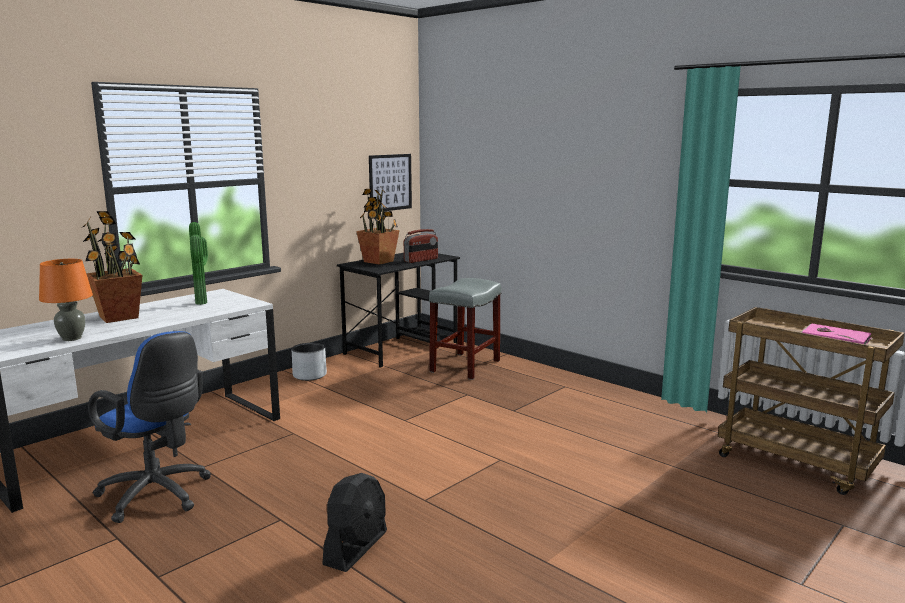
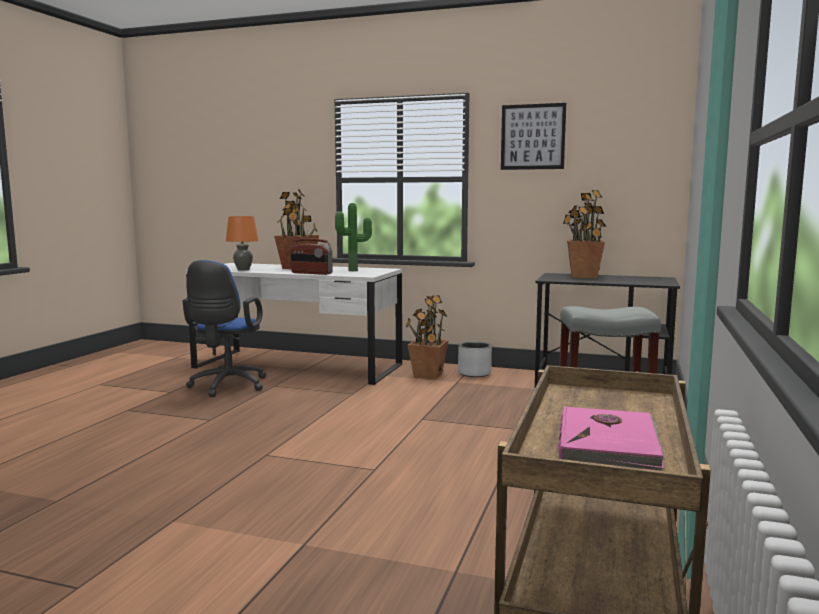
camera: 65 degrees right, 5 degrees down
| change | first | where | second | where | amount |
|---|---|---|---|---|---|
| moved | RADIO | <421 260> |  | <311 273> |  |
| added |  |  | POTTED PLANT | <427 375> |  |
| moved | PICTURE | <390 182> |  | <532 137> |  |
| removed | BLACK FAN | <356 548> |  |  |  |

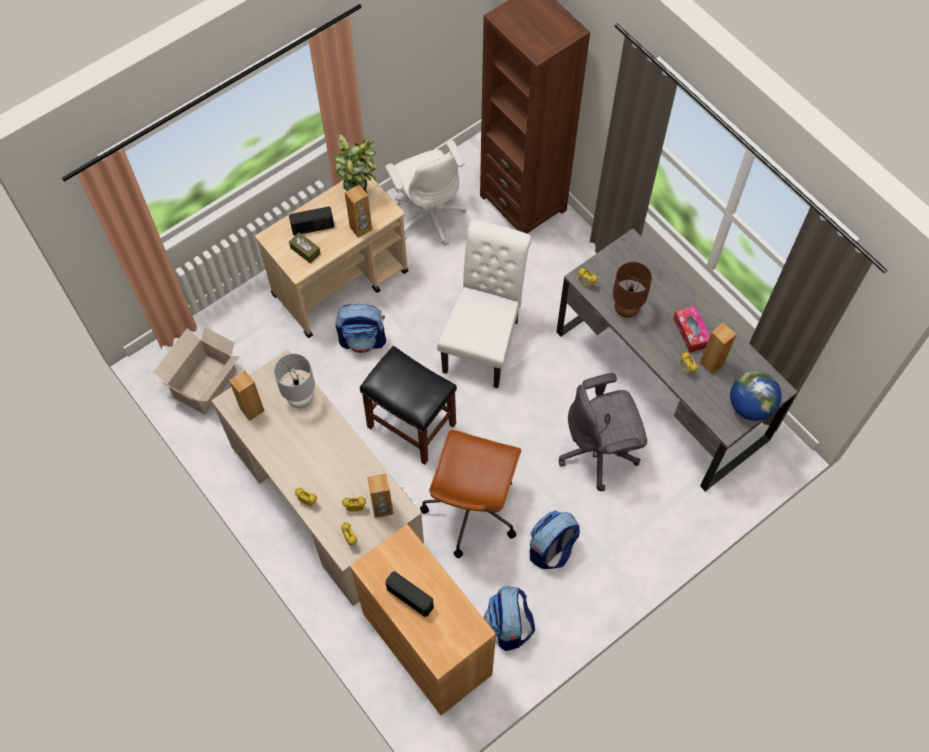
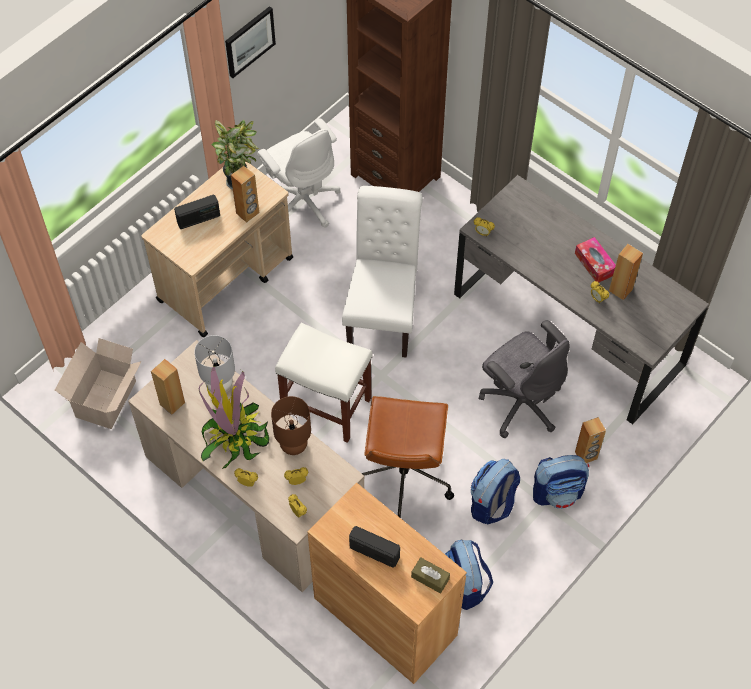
camera: 10 degrees left, 5 degrees down
| change | first | where | second | where | amount |
|---|---|---|---|---|---|
| added |  |  | POTTED PLANT | <234 436> |  |
| added |  |  | PICTURE | <249 41> |  |
| moved | BROWN TABLE LAMP | <626 309> |  | <293 446> |  |
| recoloured | BLACK STOOL | <413 425> | WHITE STOOL | <328 406> |  |
| moved | BROWN TISSUE BOX | <305 251> |  | <430 578> |  |
| turned | GREY OFFICE CHAIR | <599 452> |  | <520 403> | 105 degrees counterclockwise |
| moved | BACKPACK | <363 340> |  | <557 492> |  |
| moved | BROWN SPEAKER | <382 508> |  | <586 455> |  |
| removed | GLOBE | <750 406> |  |  |  |

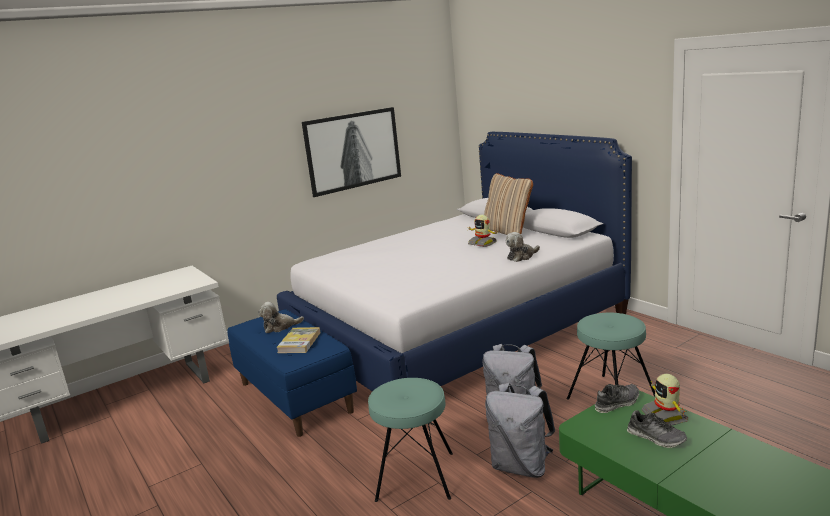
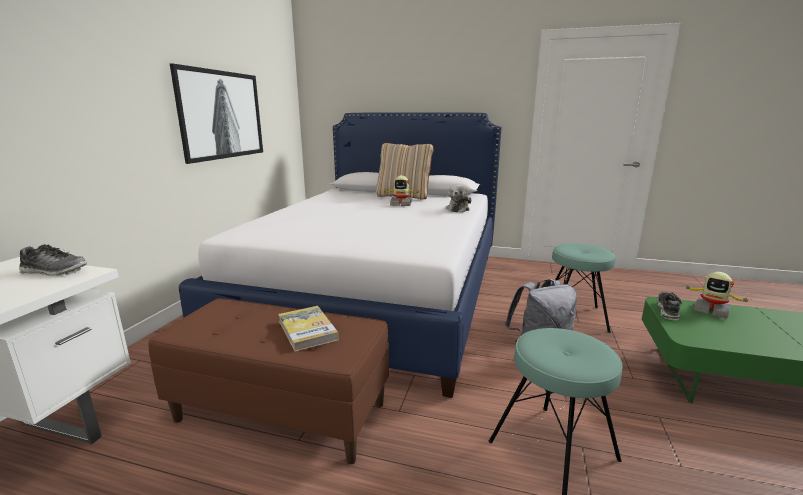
camera: 40 degrees left, 0 degrees up
| change | first | where | second | where | amount |
|---|---|---|---|---|---|
| moved | SHOE | <656 438> |  | <54 271> |  |
| recoloured | BLUE BENCH | <296 397> | BROWN BENCH | <282 411> |  |
| removed | PLUSH TOY | <280 327> |  |  |  |
| removed | GREY BACKPACK | <521 466> |  |  |  |

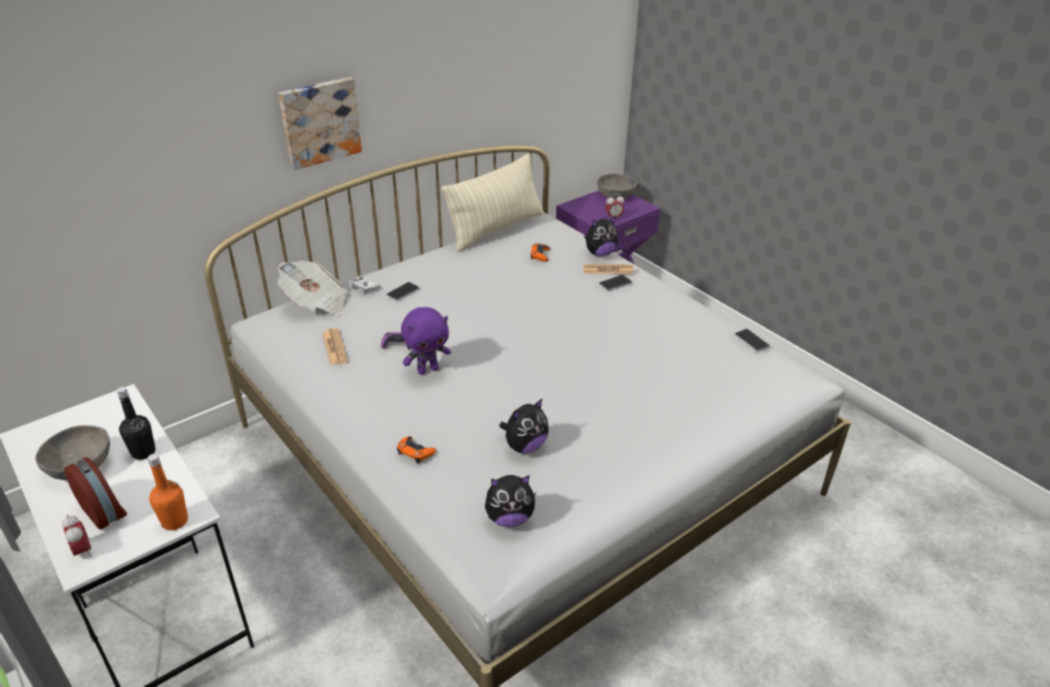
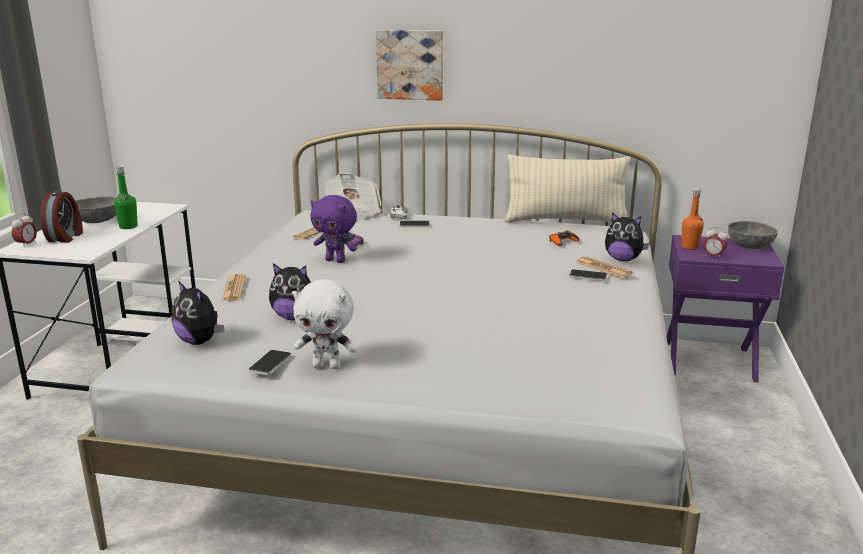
camera: 50 degrees right, 15 degrees down
| change | first | where | second | where | amount |
|---|---|---|---|---|---|
| recoloured | BLACK BOTTLE | <143 452> | GREEN BOTTLE | <128 226> |  |
| replaced | ORANGE GAME CONTROLLER | <415 452> | NEWSPAPER | <234 289> |  |
| moved | PHONE | <751 341> |  | <270 363> |  |
| added |  |  | WHITE PLUSH TOY | <327 366> |  |
| moved | ORANGE BOTTLE | <175 521> |  | <689 247> |  |

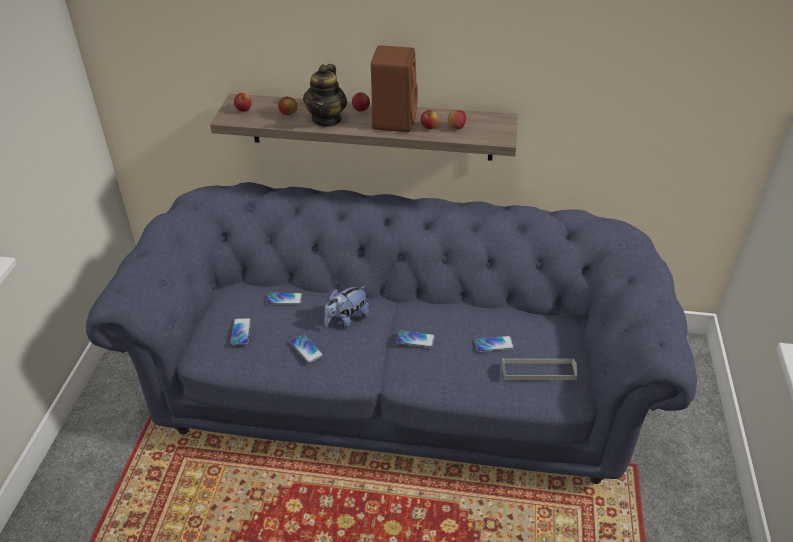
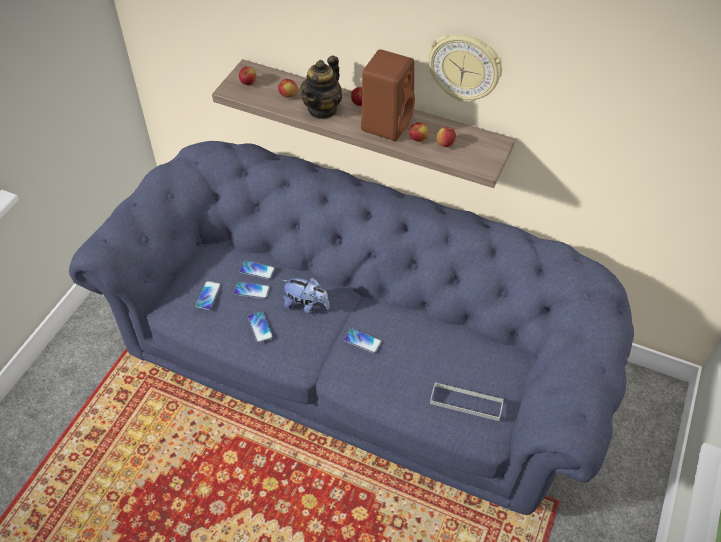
camera: 15 degrees right, 10 degrees up
| change | first | where | second | where | amount |
|---|---|---|---|---|---|
| moved | PHONE | <494 344> |  | <252 290> |  |
| turned | PLUSH TOY | <346 320> |  | <306 305> | 135 degrees counterclockwise |
| added |  |  | WALL CLOCK | <465 67> |  |

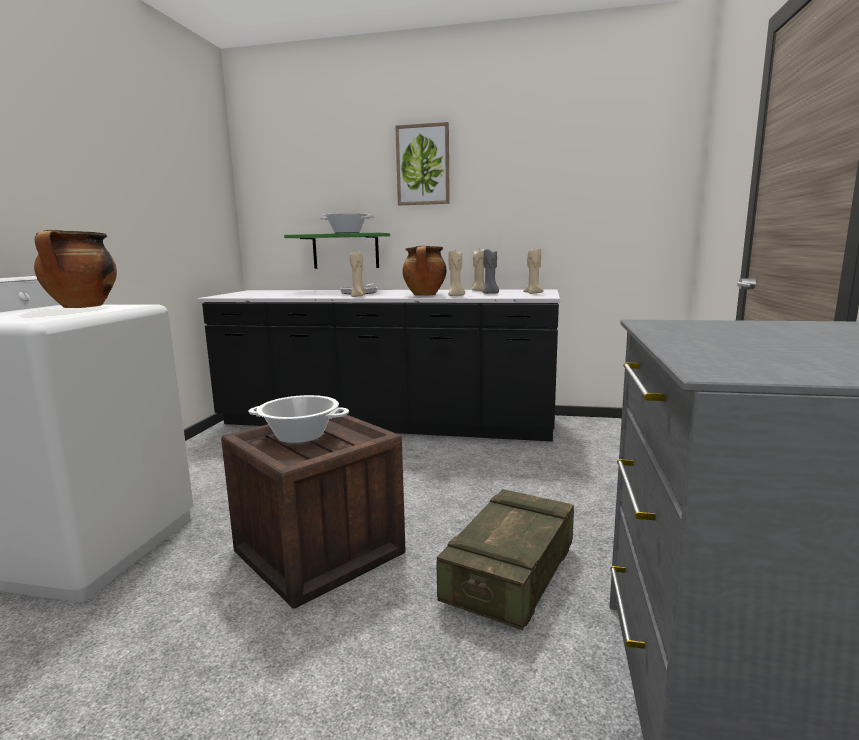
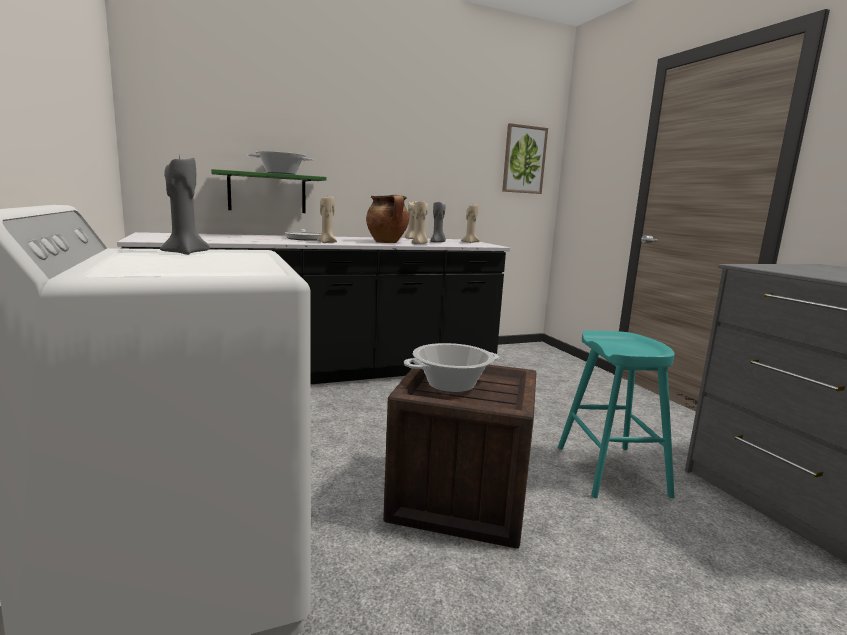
camera: 35 degrees left, 0 degrees up
| change | first | where | second | where | amount |
|---|---|---|---|---|---|
| replaced | COOKING POT | <82 307> | GREY CANDLE | <184 253> |  |
| moved | PICTURE | <423 165> |  | <524 159> |  |
| replaced | CRATE | <510 576> | TURQUOISE STOOL | <610 470> |  |

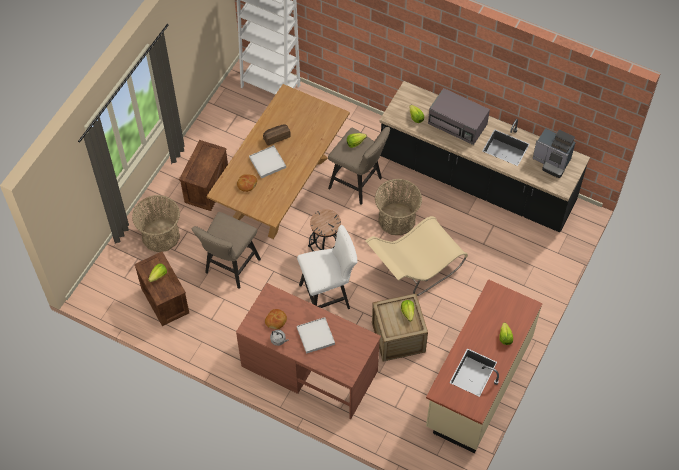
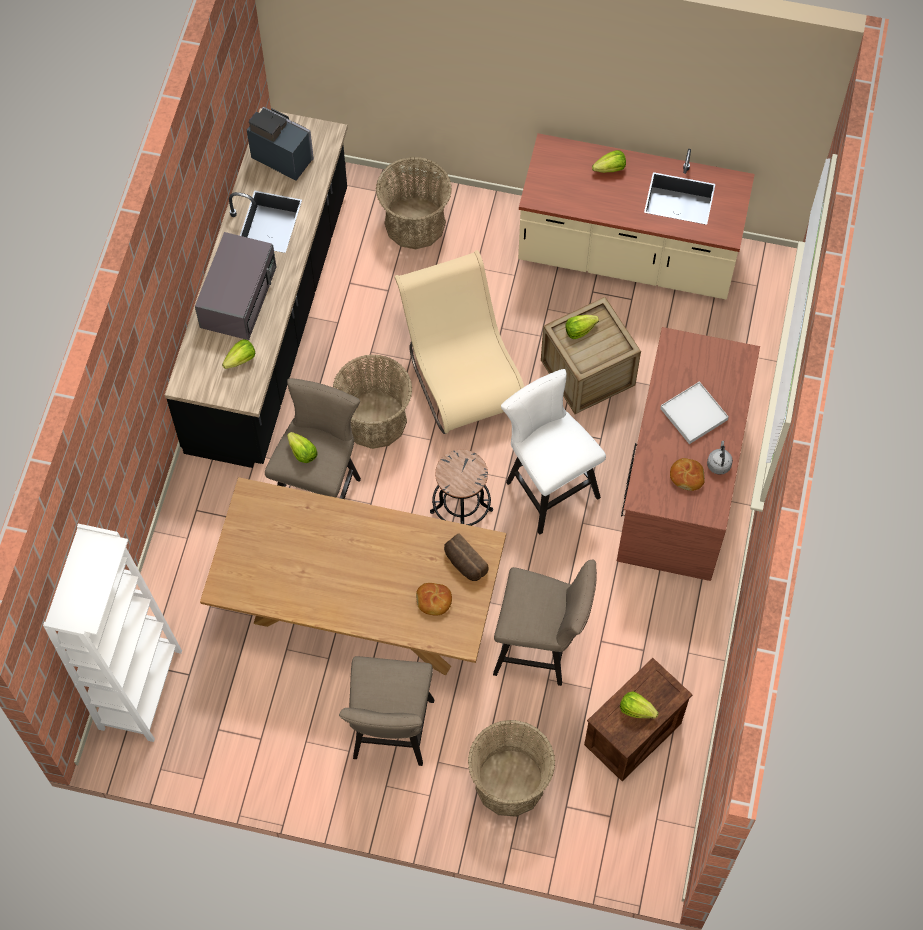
camera: 105 degrees left, 5 degrees up
| change | first | where | second | where | amount |
|---|---|---|---|---|---|
| turned | COFFEE MACHINE | <552 162> |  | <282 155> | 75 degrees counterclockwise |
| replaced | CRATE | <206 188> | BEIGE STOOL | <390 735> |  |
| added |  |  | BASKET | <415 223> |  |
| turned | BEIGE CHAIR | <415 269> |  | <461 374> | 150 degrees counterclockwise |
| moved | BREAD | <276 137> |  | <464 563> |  |
| removed | WHITE TRAY | <267 162> |  |  |  |

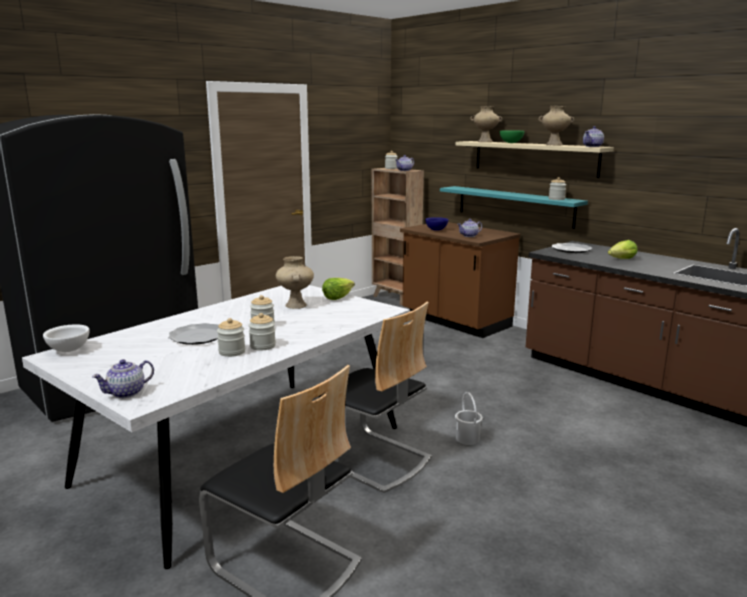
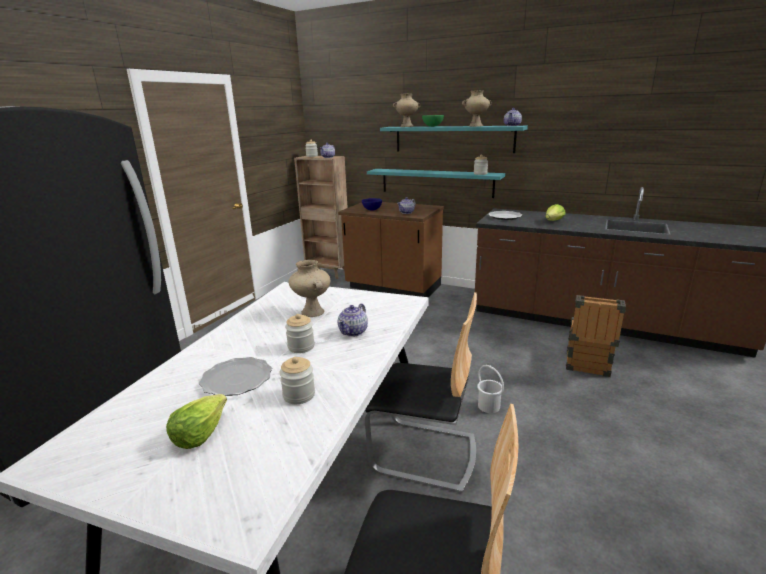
camera: 20 degrees left, 5 degrees up
| change | first | where | second | where | amount |
|---|---|---|---|---|---|
| moved | LETTUCE | <337 297> |  | <200 433> |  |
| moved | TEAPOT | <127 393> |  | <353 332> |  |
| recoloured | BEIGE SHELF | <534 158> | TURQUOISE SHELF | <453 139> |  |
| added |  |  | CRATE | <587 366> |  |
| removed | WHITE BOWL | <68 350> |  |  |  |
| removed | JAR | <262 346> |  |  |  |

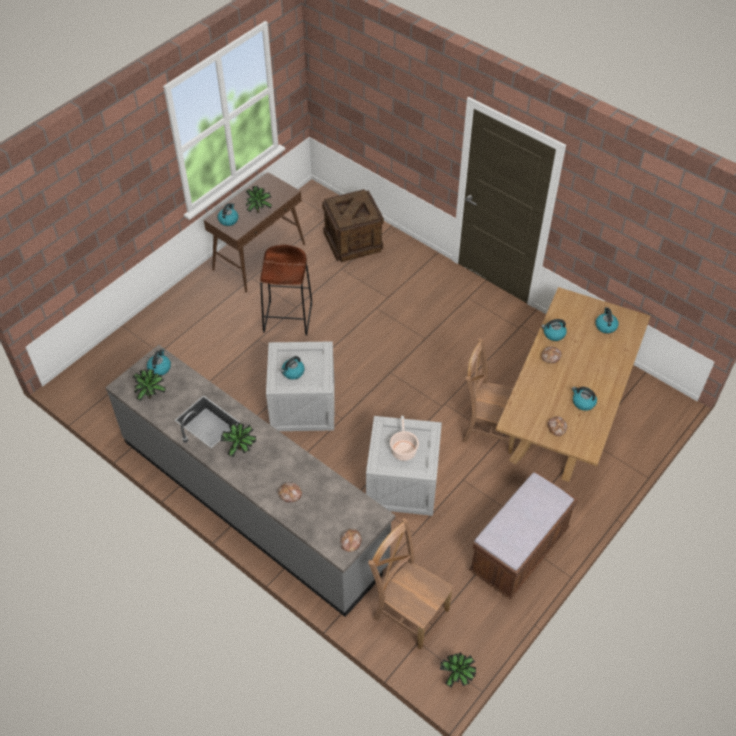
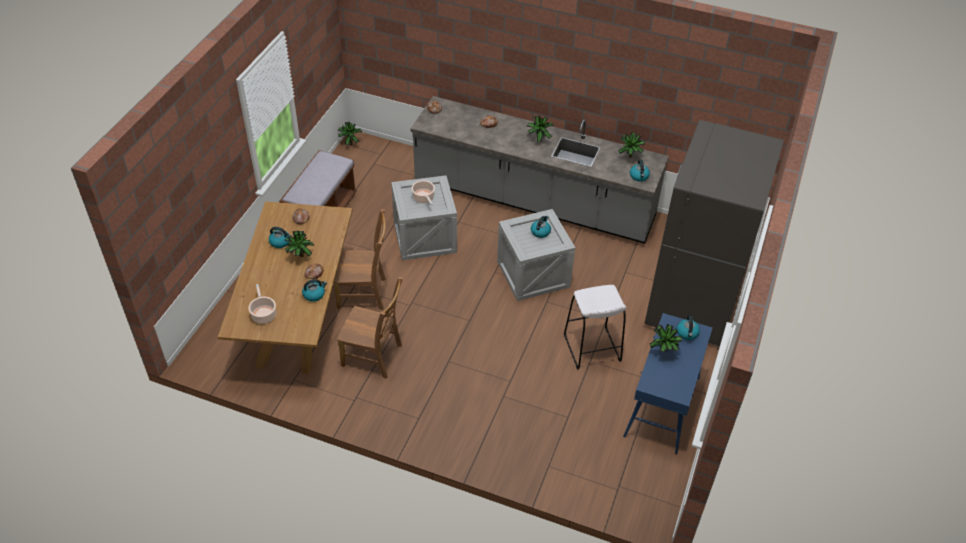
camera: 160 degrees right, 5 degrees down
| change | first | where | second | where | amount |
|---|---|---|---|---|---|
| replaced | KETTLE | <605 326> | COOKING POT | <263 314> |  |
| added |  |  | POTTED PLANT | <300 257> |  |
| moved | BROWN CHAIR | <409 611> |  | <374 356> |  |
| recoloured | BROWN STOOL | <288 317> | WHITE STOOL | <592 348> |  |
| recoloured | BROWN CONSOLE TABLE | <259 257> | BLUE CONSOLE TABLE | <662 407> |  |
| added |  |  | GREY FRIDGE | <692 302> |  |
| removed | CRATE | <353 241> |  |  |  |

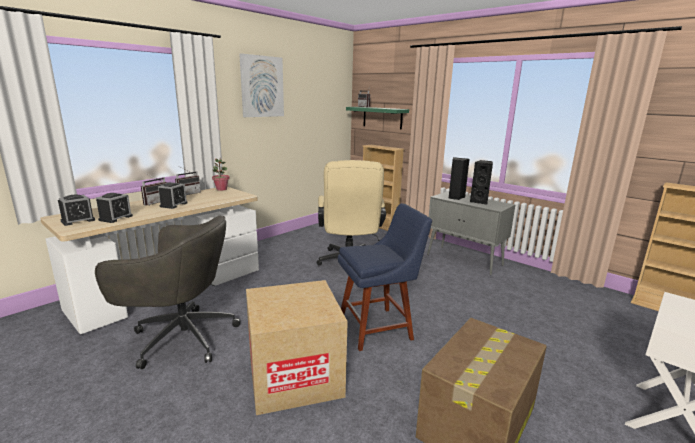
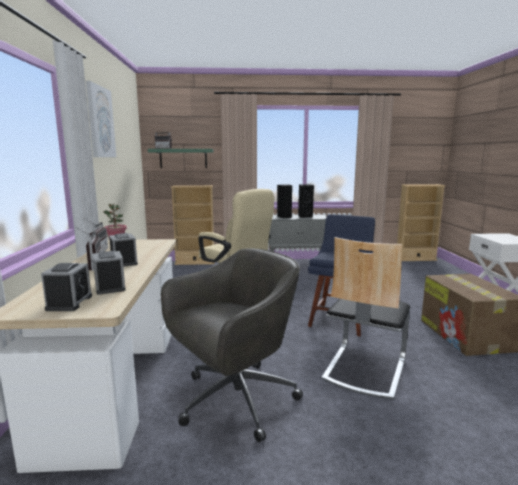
camera: 45 degrees left, 5 degrees down
| change | first | where | second | where | amount |
|---|---|---|---|---|---|
| replaced | CARDBOARD BOX | <294 376> | CHAIR | <364 369> |  |

